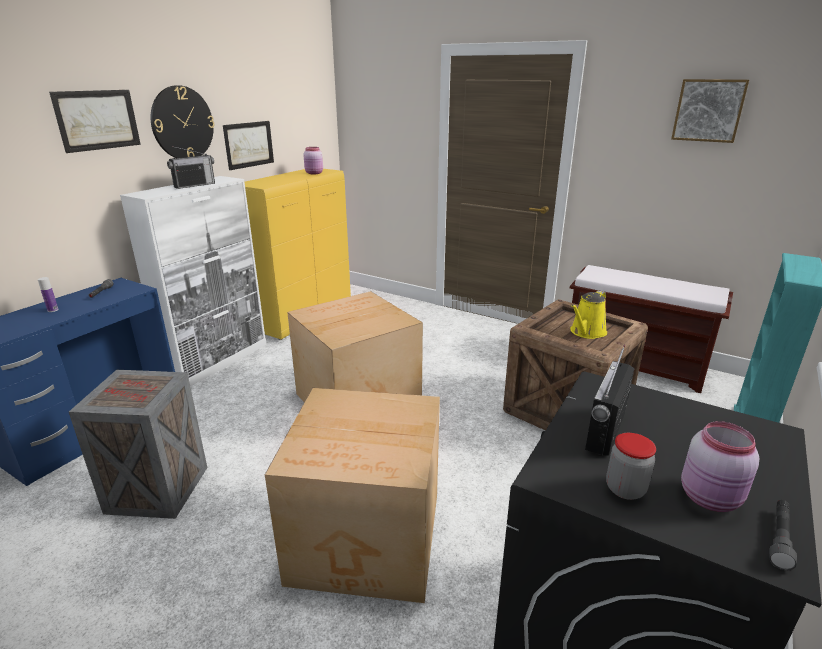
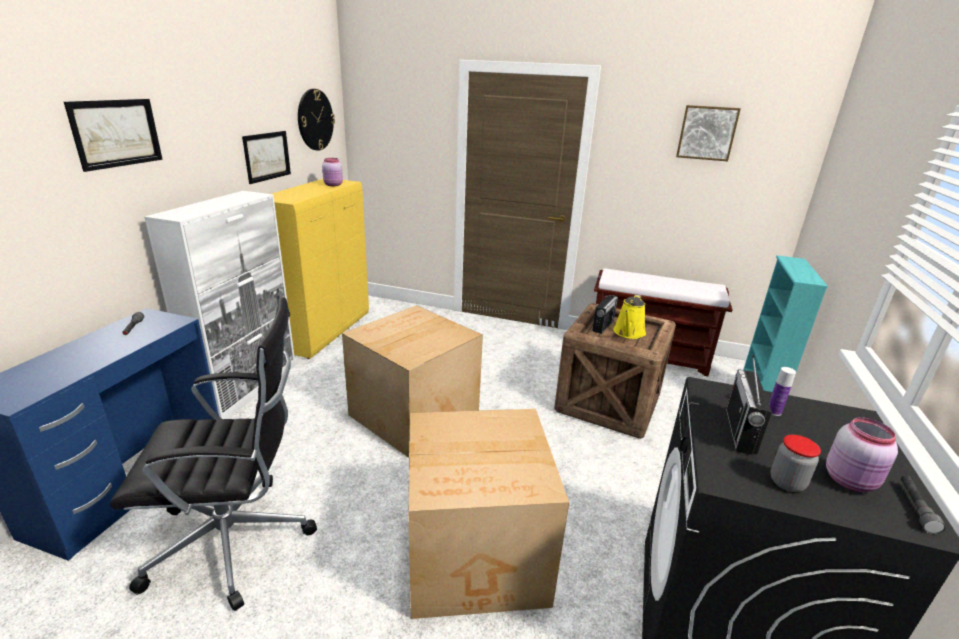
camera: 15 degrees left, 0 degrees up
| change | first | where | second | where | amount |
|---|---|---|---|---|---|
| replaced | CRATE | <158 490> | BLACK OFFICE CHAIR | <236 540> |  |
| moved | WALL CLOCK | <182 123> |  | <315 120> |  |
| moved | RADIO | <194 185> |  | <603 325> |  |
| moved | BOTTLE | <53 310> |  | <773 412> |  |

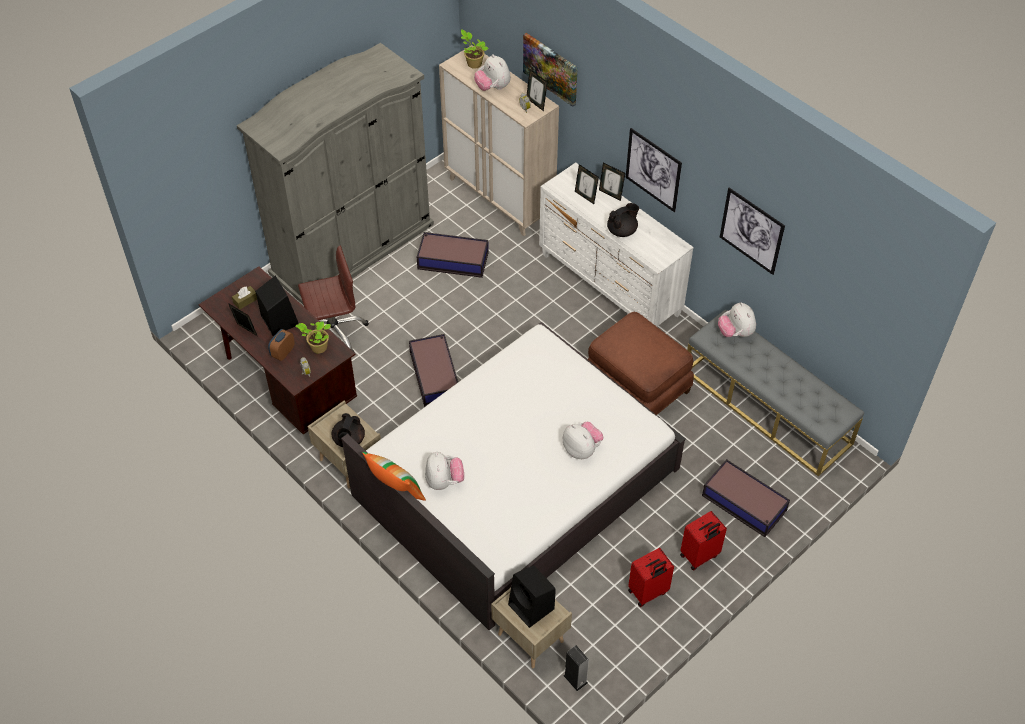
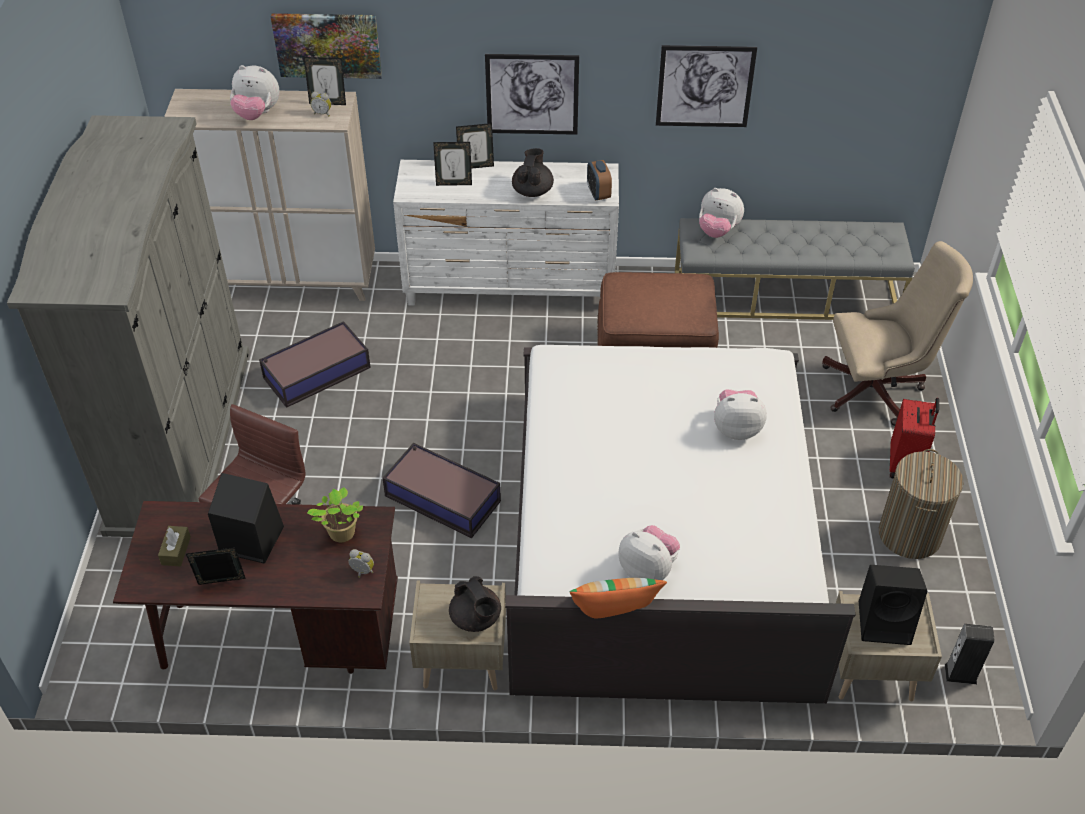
camera: 45 degrees left, 5 degrees down
| change | first | where | second | where | amount |
|---|---|---|---|---|---|
| moved | ALARM CLOCK | <283 353> |  | <598 193> |  |
| replaced | STORAGE BOX | <744 504> | BEIGE OFFICE CHAIR | <878 390> |  |
| replaced | RED SUITCASE | <648 592> | LAUNDRY BASKET | <909 535> |  |
| removed | POTTED PLANT | <473 63> |  |  |  |

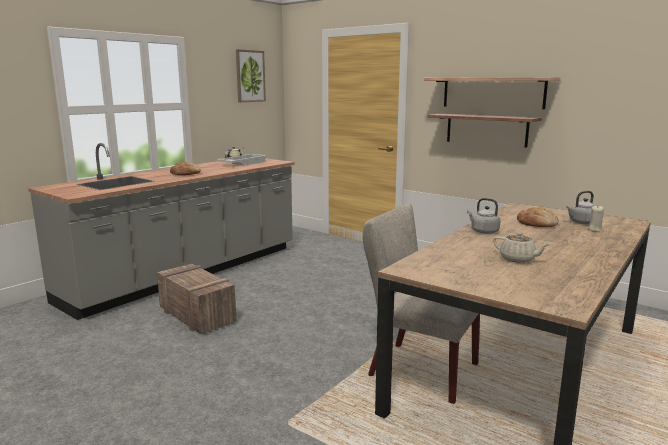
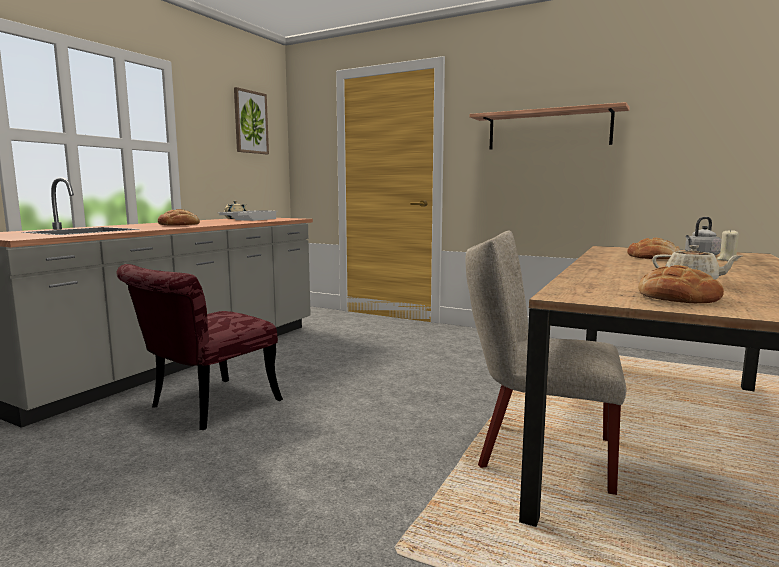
camera: 10 degrees left, 5 degrees down
| change | first | where | second | where | amount |
|---|---|---|---|---|---|
| replaced | CRATE | <196 314> | RED CHAIR | <204 408> |  |
| added |  |  | BREAD | <678 297> |  |
| removed | SHELF | <486 130> |  |  |  |
| removed | GREY KETTLE | <483 231> |  |  |  |

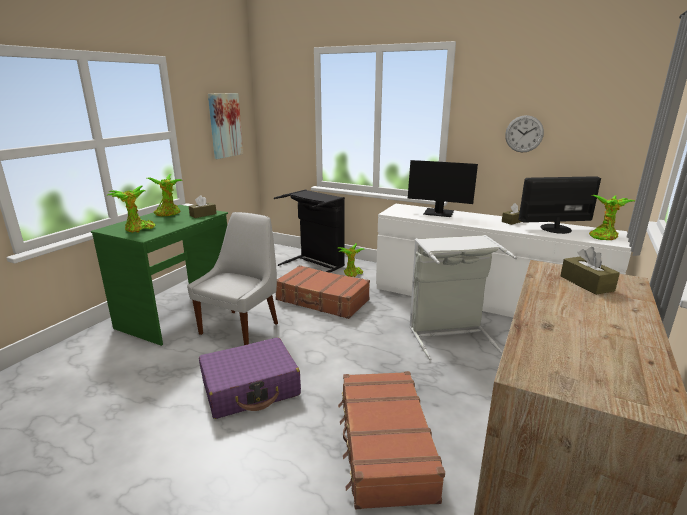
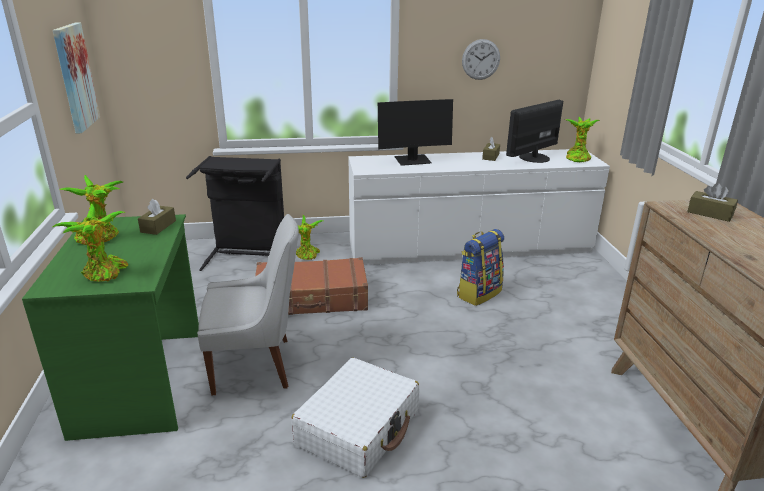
camera: 35 degrees left, 5 degrees up
| change | first | where | second | where | amount |
|---|---|---|---|---|---|
| turned | WHITE CHAIR | <241 327> |  | <256 365> | 90 degrees clockwise |
| recoloured | PURPLE SUITCASE | <251 388> | WHITE SUITCASE | <359 427> |  |
| replaced | GREY LAUNDRY BASKET | <449 335> | BACKPACK | <478 293> |  |
| removed | BROWN SUITCASE | <384 446> |  |  |  |

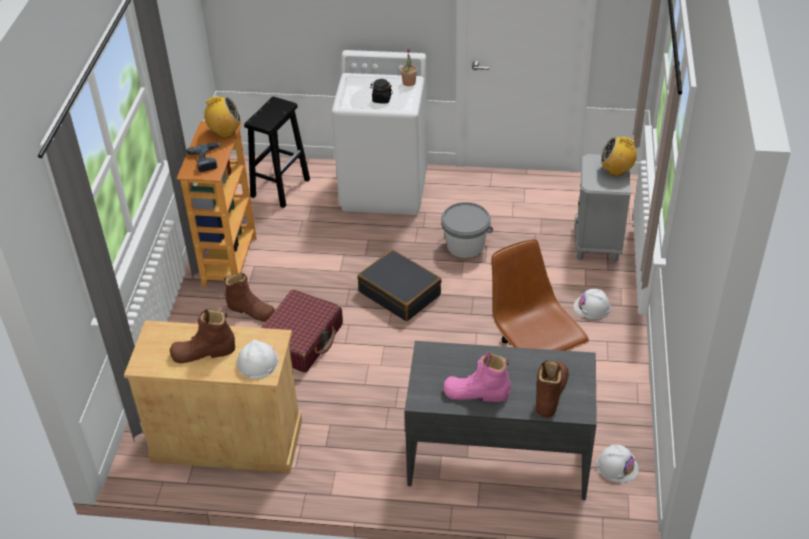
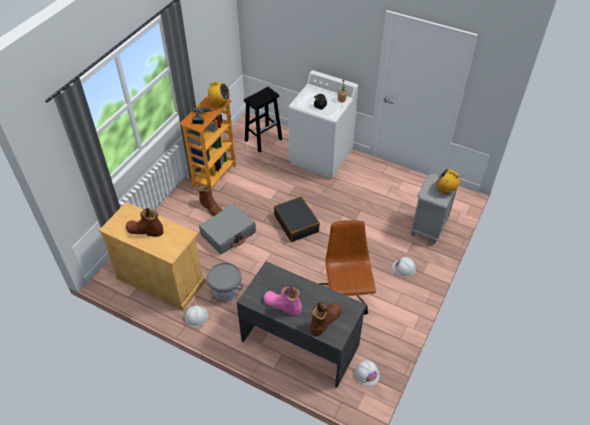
camera: 20 degrees right, 5 degrees up
| change | first | where | second | where | amount |
|---|---|---|---|---|---|
| moved | WHITE HARD HAT | <257 362> |  | <196 316> |  |
| recoloured | RED SUITCASE | <300 339> | GREY SUITCASE | <228 234> |  |
| moved | GREY BUCKET | <465 245> |  | <226 290> |  |

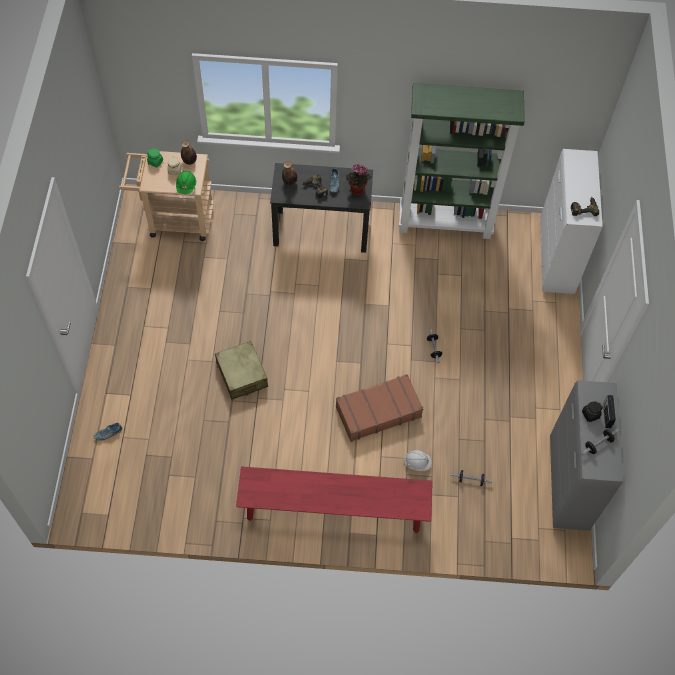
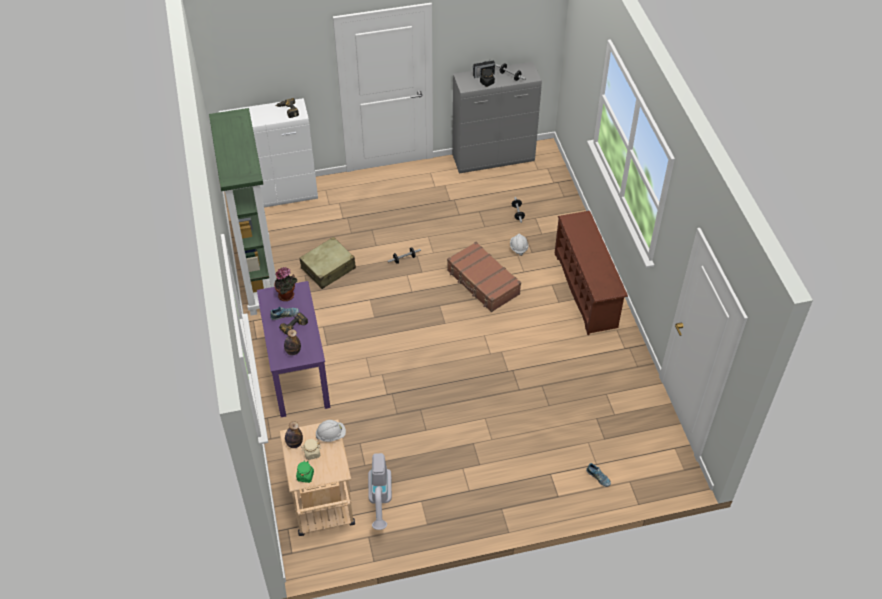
camera: 105 degrees left, 10 degrees down
| change | first | where | second | where | amount |
|---|---|---|---|---|---|
| recoloured | BLACK DESK | <321 230> | PURPLE DESK | <297 372> |  |
| moved | BEIGE SUITCASE | <242 375> |  | <328 268> |  |
| recoloured | GREEN HARD HAT | <186 186> | WHITE HARD HAT | <331 435> |  |
| added |  |  | VACUUM CLEANER | <380 501> |  |
| replaced | RED BENCH | <333 510> | BROWN SHOE RACK | <586 290> |  |

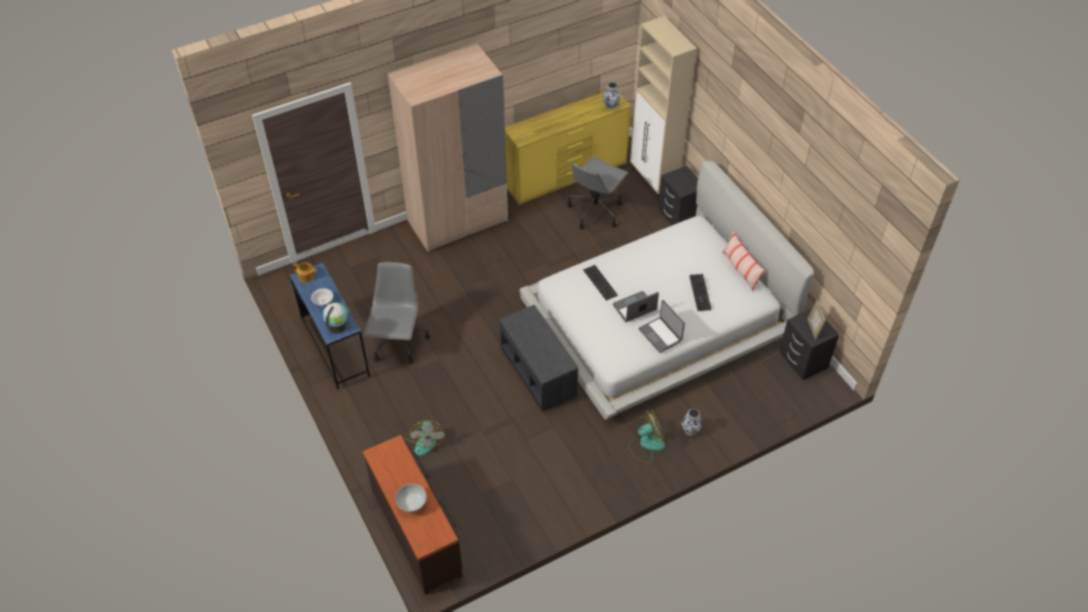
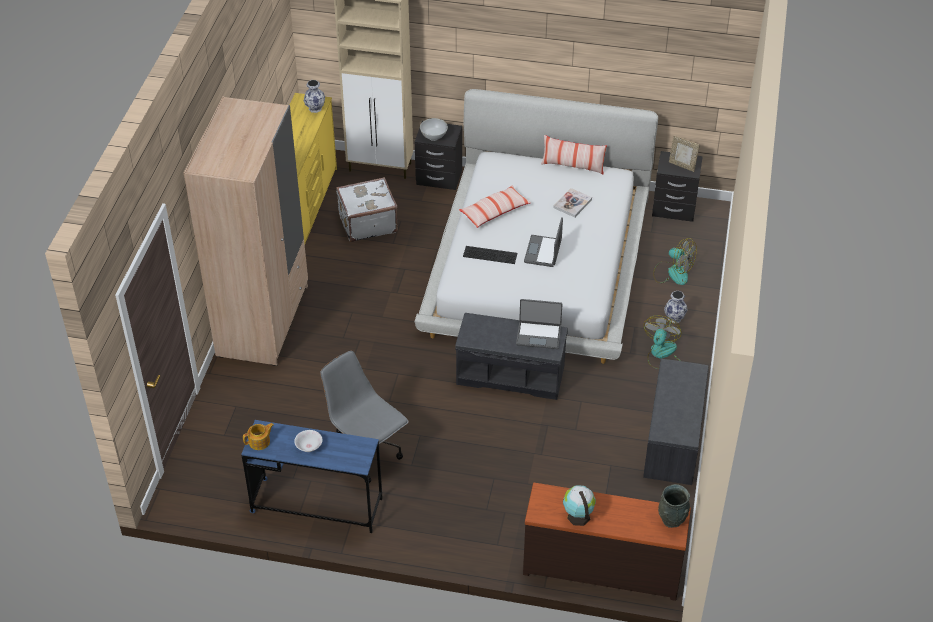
camera: 50 degrees left, 5 degrees down
| change | first | where | second | where | amount |
|---|---|---|---|---|---|
| replaced | GREY OFFICE CHAIR | <595 210> | WHITE SUITCASE | <367 223> |  |
| moved | WHITE BOWL | <412 504> |  | <434 136> |  |
| added |  |  | PILLOW | <494 212> |  |
| moved | LAPTOP | <660 335> |  | <538 335> |  |
| replaced | KEYBOARD | <701 293> | BOOK | <572 203> |  |
| moved | GLOBE | <337 325> |  | <578 515> |  |
| added |  |  | GREY BENCH | <674 441> |  |
| moved | FAN | <425 440> |  | <672 272> |  |
| added |  |  | GREY VASE | <672 520> |  |

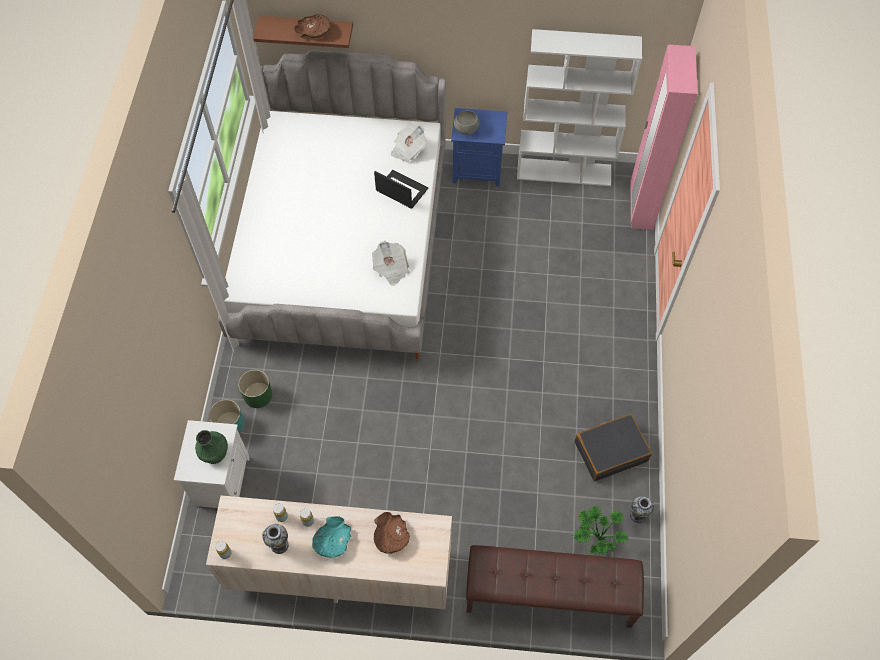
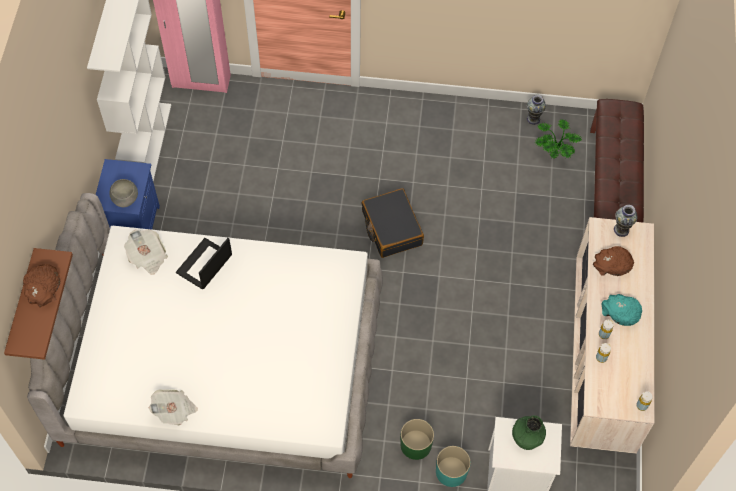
camera: 90 degrees left, 0 degrees up
| change | first | where | second | where | amount |
|---|---|---|---|---|---|
| moved | NEWSPAPER | <391 269> |  | <175 411> |  |
| moved | BLACK SUITCASE | <610 451> |  | <391 228> |  |
| moved | VASE | <279 545> |  | <621 230> |  |

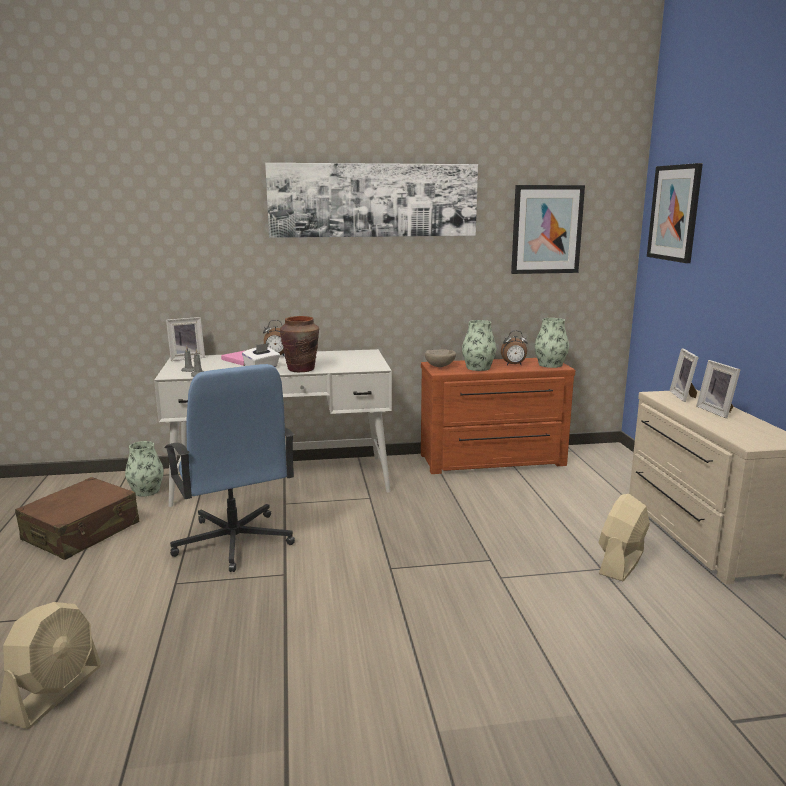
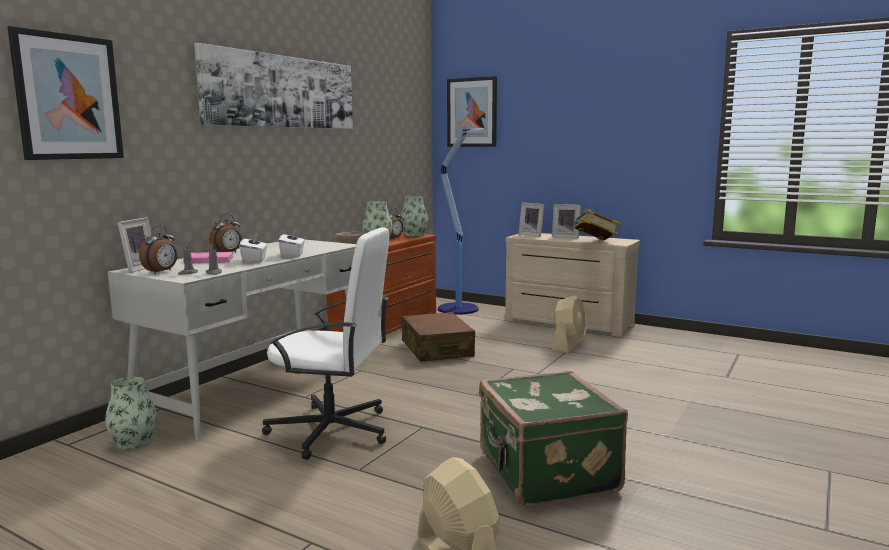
camera: 50 degrees left, 5 degrees down
| change | first | where | second | where | amount |
|---|---|---|---|---|---|
| moved | PICTURE | <546 229> |  | <68 97> |  |
| added |  |  | ALARM CLOCK | <161 272> |  |
| recoloured | BLUE OFFICE CHAIR | <233 542> | WHITE OFFICE CHAIR | <332 431> |  |
| replaced | BROWN VASE | <301 369> | WHITE TISSUE BOX | <292 255> |  |
| moved | BROWN SUITCASE | <82 532> |  | <437 349> |  |
| added |  |  | FLOOR LAMP | <459 309> |  |
| added |  |  | GREEN SUITCASE | <545 473> |  |
| turned | BEIGE FAN | <621 563> |  | <568 345> | 135 degrees counterclockwise |
| added |  |  | BOOK | <594 242> |  |

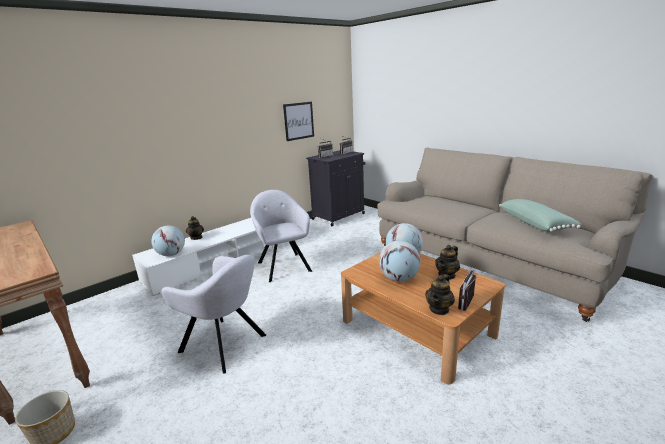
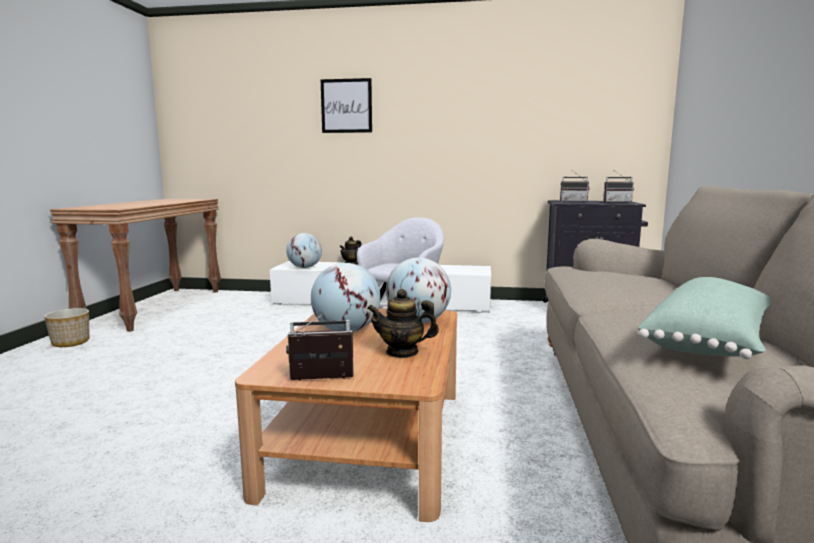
camera: 50 degrees right, 10 degrees down
| change | first | where | second | where | amount |
|---|---|---|---|---|---|
| moved | PICTURE | <299 121> |  | <346 106> |  |
| removed | GREY ARMCHAIR | <225 344> |  |  |  |
| removed | TEAPOT | <439 309> |  |  |  |

